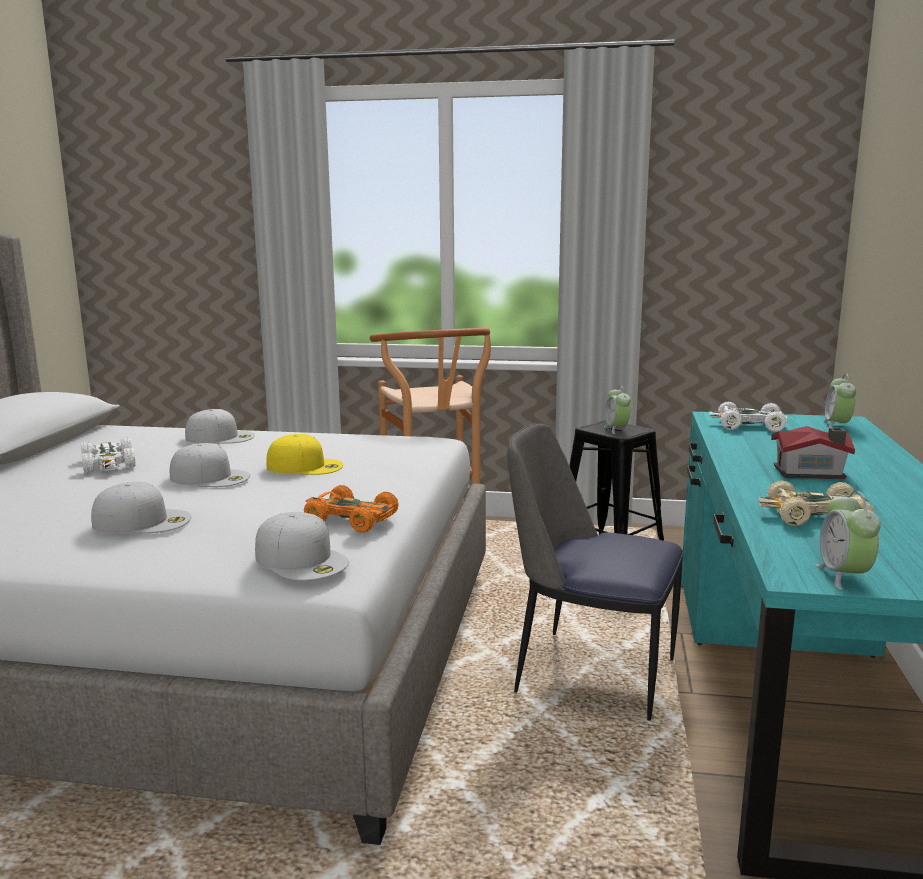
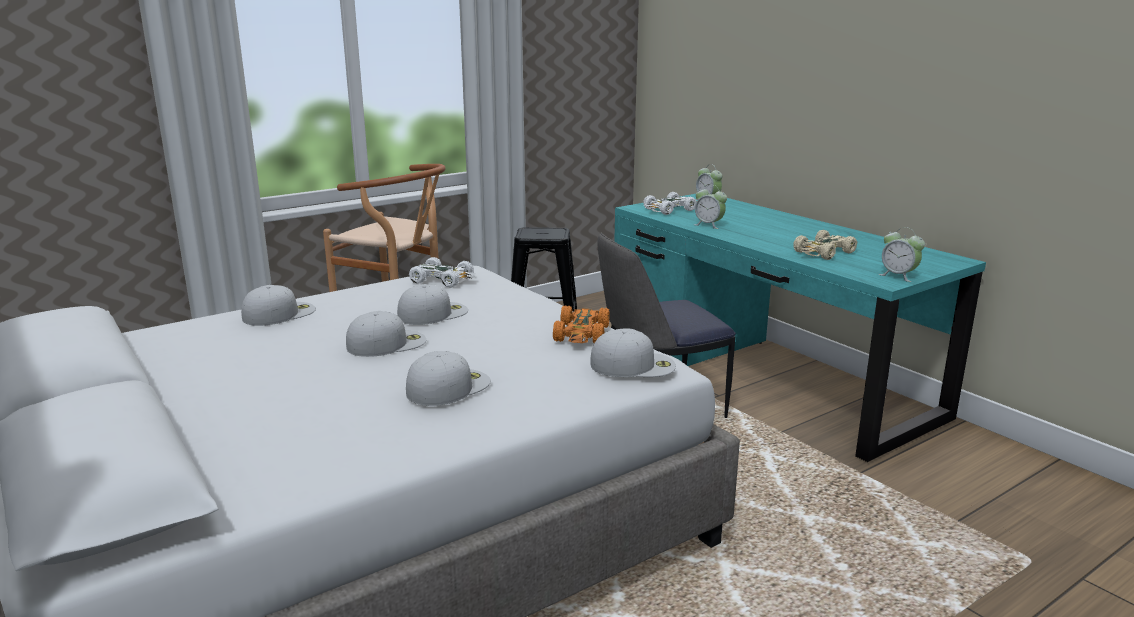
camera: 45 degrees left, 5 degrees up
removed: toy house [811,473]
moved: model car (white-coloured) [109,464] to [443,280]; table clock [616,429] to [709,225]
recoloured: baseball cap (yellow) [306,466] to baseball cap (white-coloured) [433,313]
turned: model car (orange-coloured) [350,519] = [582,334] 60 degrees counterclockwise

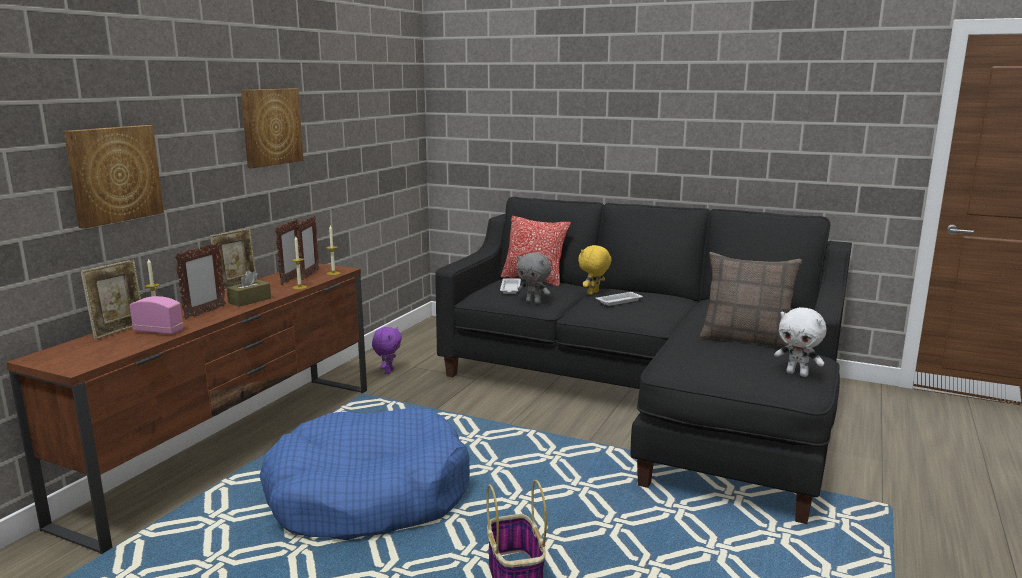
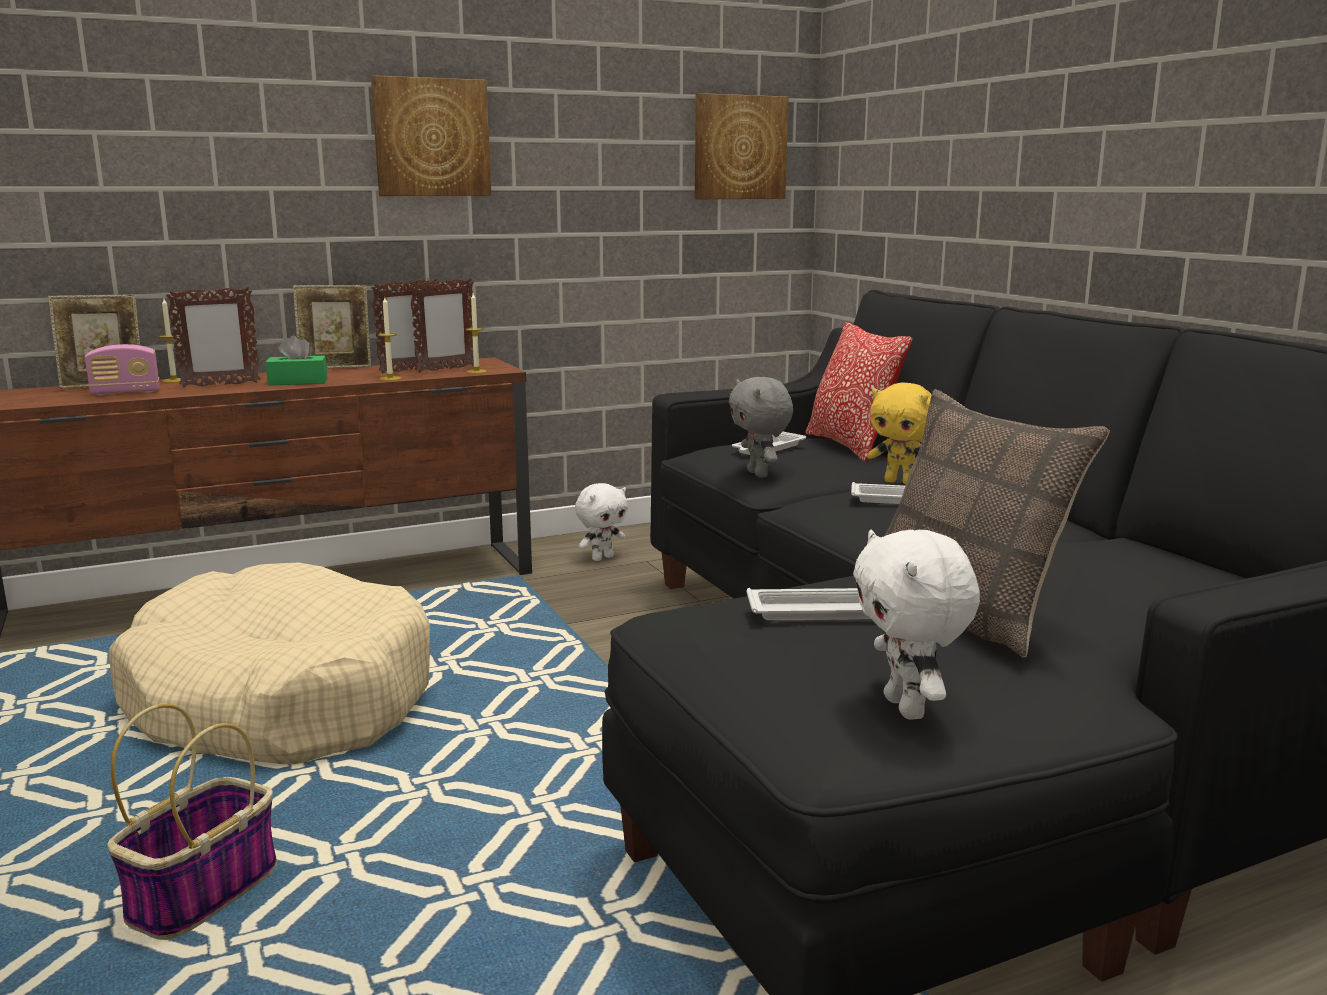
camera: 40 degrees right, 0 degrees up
added: carrying tray (white-coloured) [820,612]
moved: picture [114,174] to [739,147]
recoloured: pet bed (blue-coloured) [368,495] to pet bed (beige) [281,700]; tissue box (brown) [250,300] to tissue box (green-coloured) [298,382]; soft toy (purplish) [388,371] to soft toy (white-coloured) [602,558]
turned: radio set [158,331] = [125,393] 105 degrees clockwise; soft toy (yellow) [593,293] = [900,482] 135 degrees counterclockwise

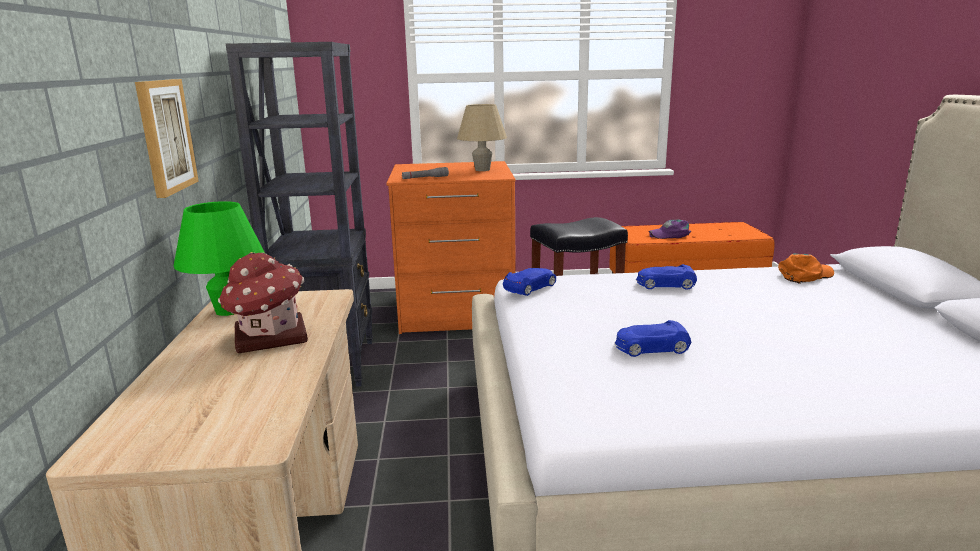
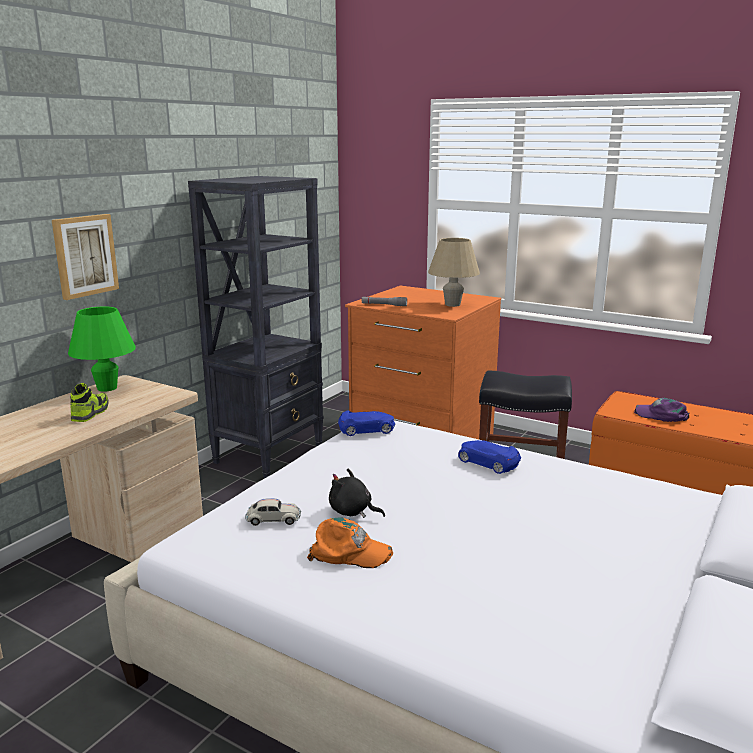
camera: 35 degrees right, 0 degrees up
added: model car (white-coloured) [273,519]
moved: baseball cap (orange-coloured) [805,275] to [349,552]
replaced: toy house [269,337] to shoe [90,413]; model car (blue-coloured) [651,348] to soft toy (blackish) [352,512]

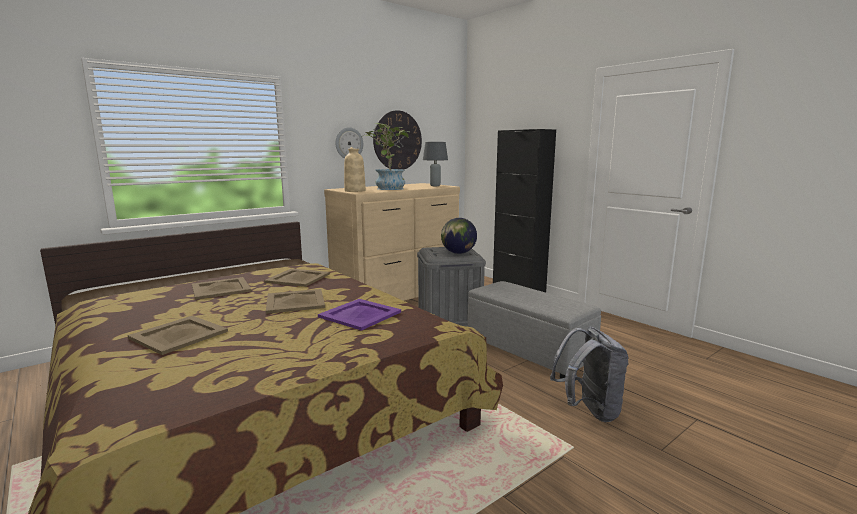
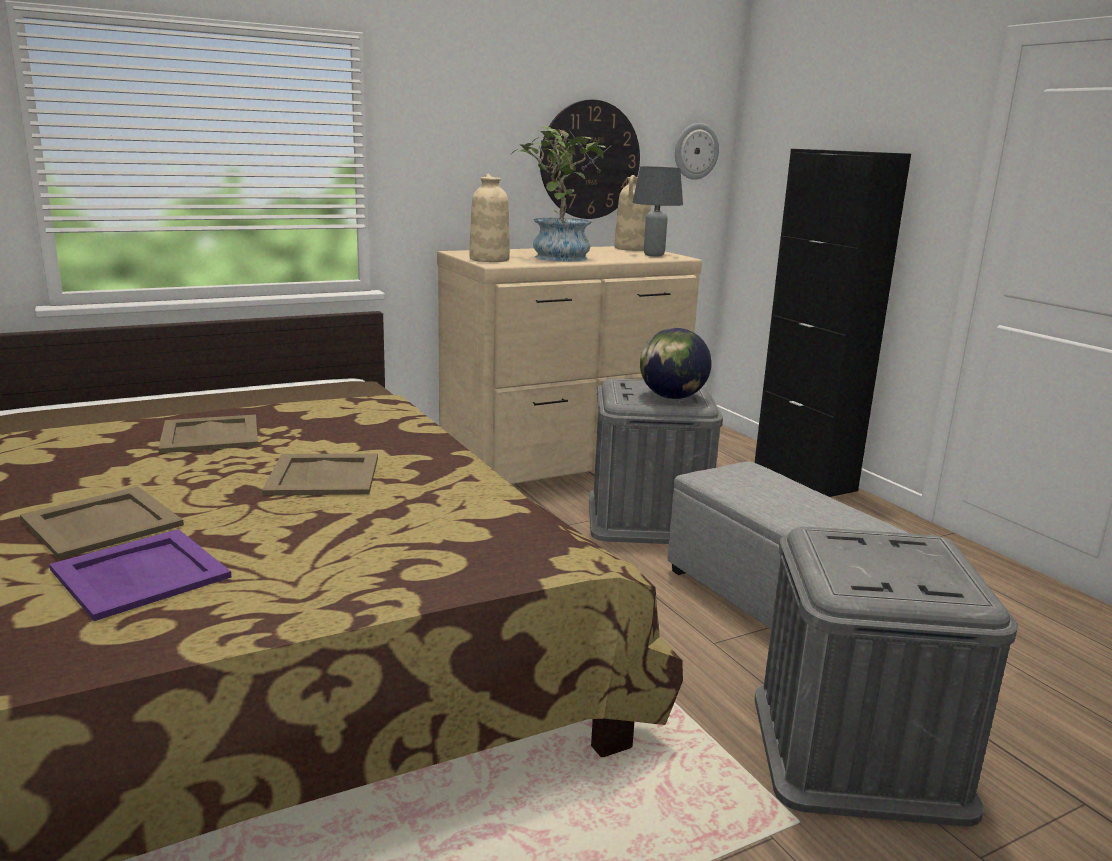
camera: 10 degrees right, 5 degrees up
removed: carrying tray (beige) [298,278]
added: vase (beige) [631,248]
moved: carrying tray (purplish) [361,314] to [142,573]; clock on the wall [349,143] to [695,151]
replaced: rucksack (grey) [588,410] to storage container (grey) [858,750]

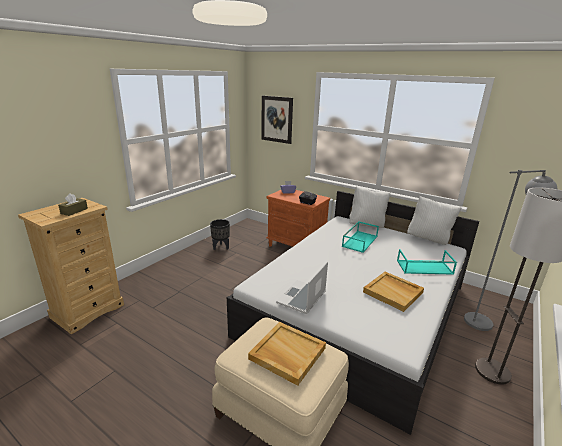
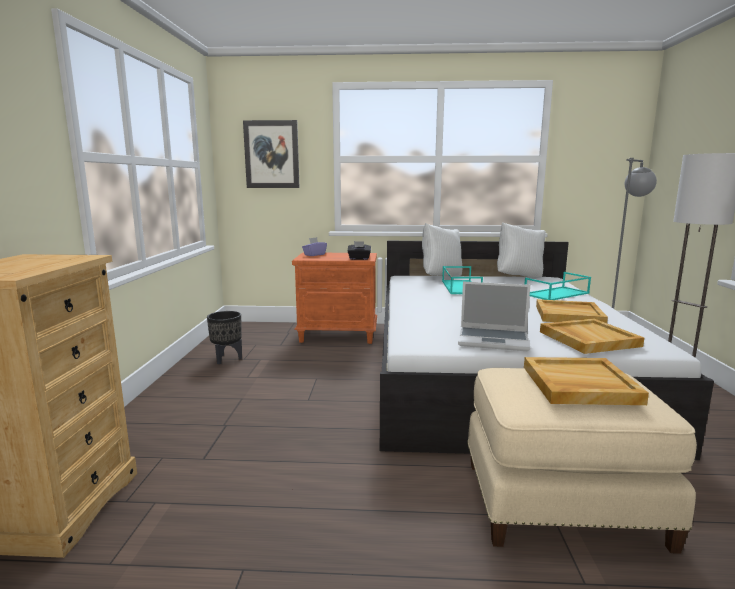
camera: 30 degrees left, 10 degrees down
removed: tissue box (brown) [74,211]
added: carrying tray (beige) [587,339]
turned: laptop [302,298] = [494,340] 75 degrees counterclockwise

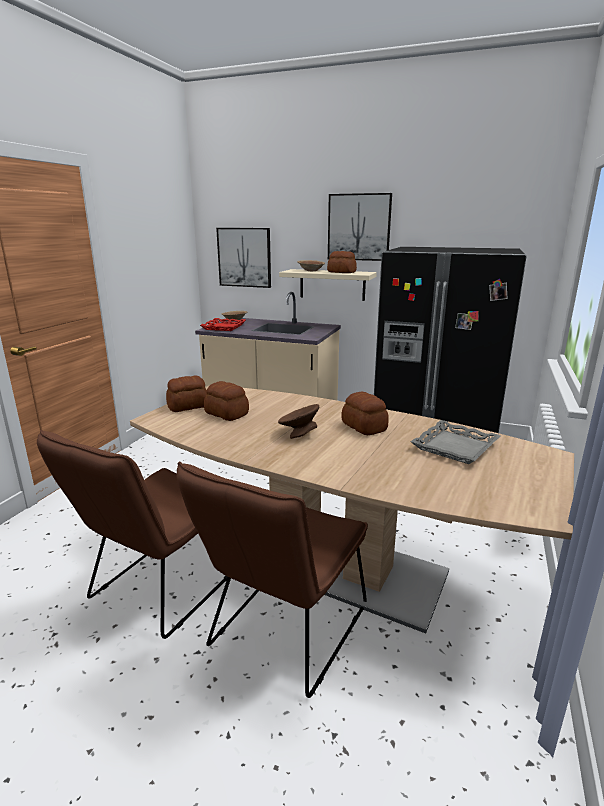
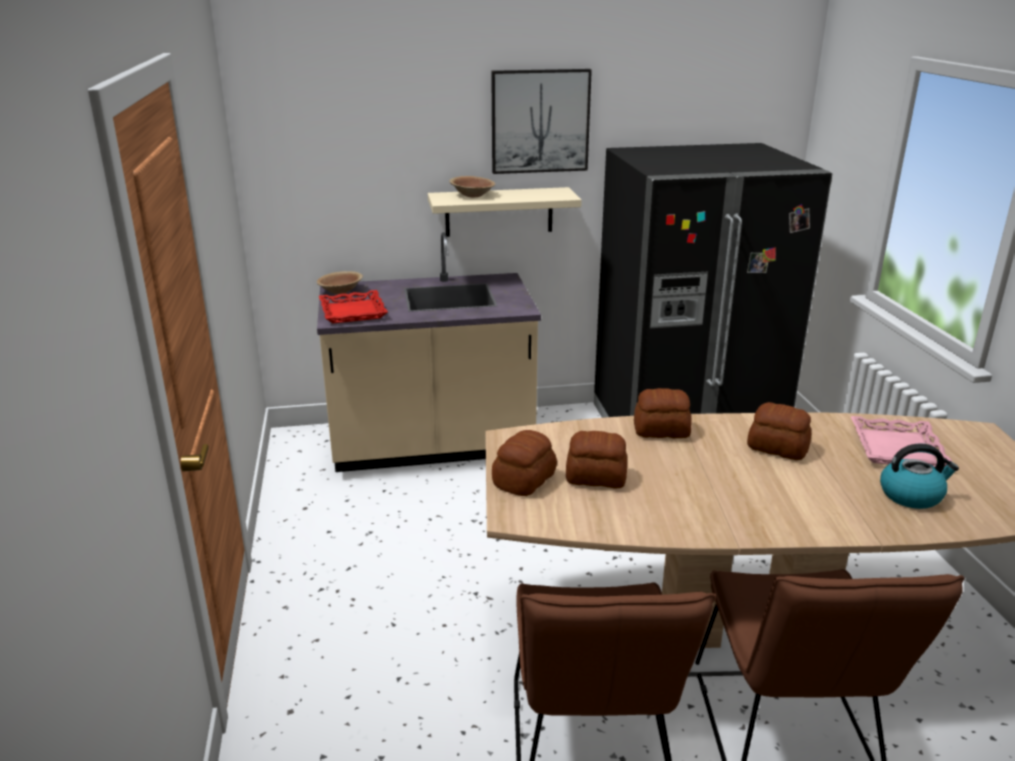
camera: 30 degrees left, 5 degrees up
removed: picture [244,257]; serving bowl (brown) [298,434]
added: tea kettle [911,495]
moved: bread [341,272] to [660,430]
recoloured: carrying tray (grey) [454,447] to carrying tray (pinkish) [896,448]

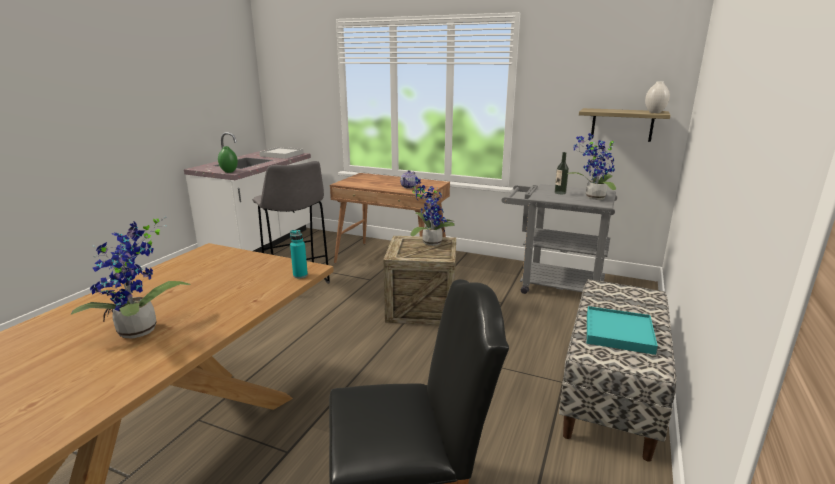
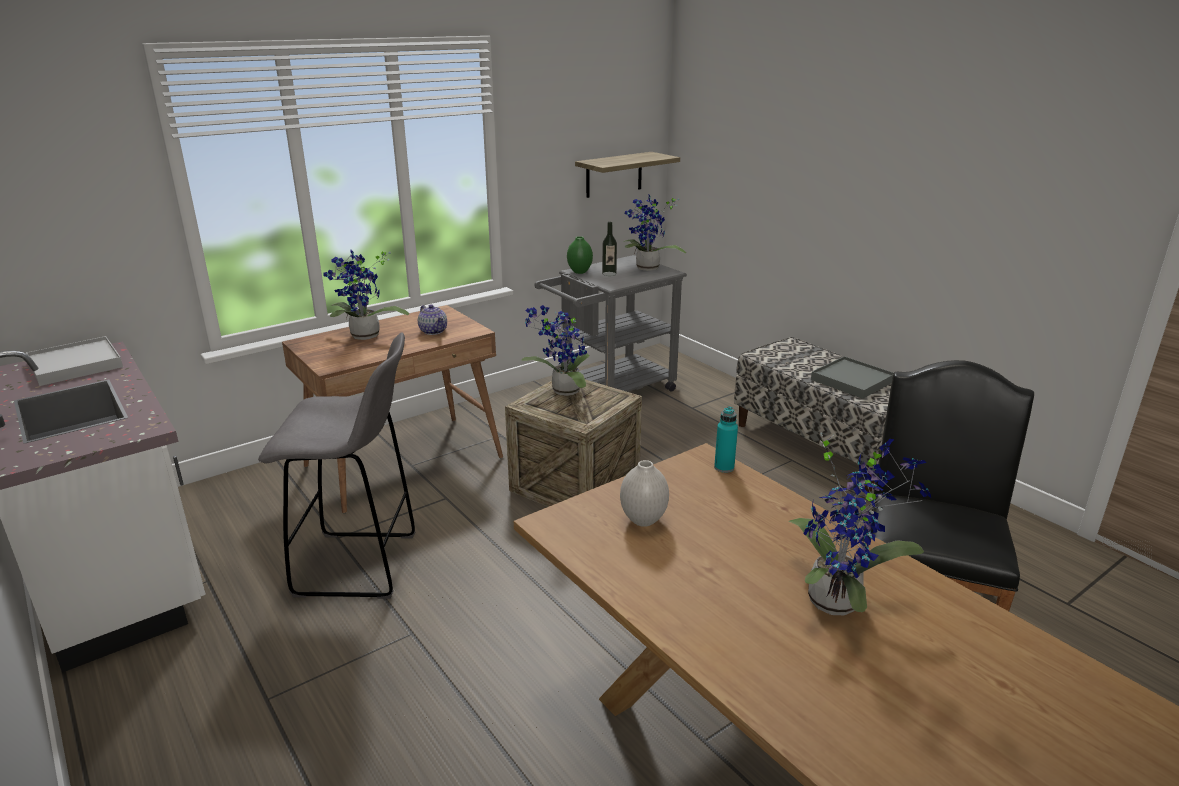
camera: 60 degrees left, 5 degrees up
added: potted plant [364,337]
moved: vase (green-coloured) [229,171] to [579,272]; vase (white-coloured) [654,112] to [643,520]
recoloured: carrying tray (turquoise) [618,333] to carrying tray (grey) [852,380]

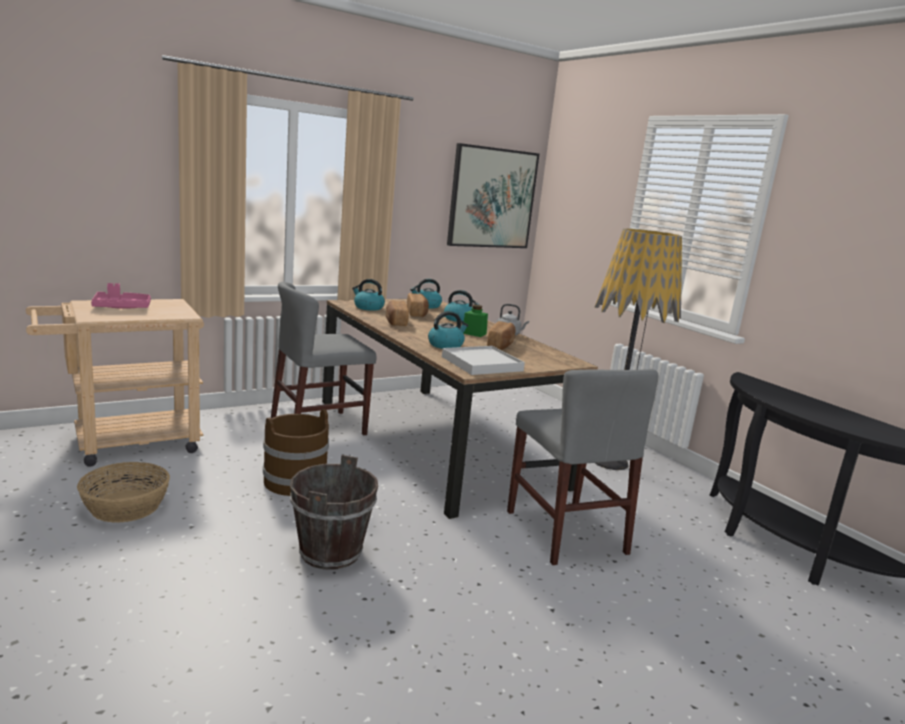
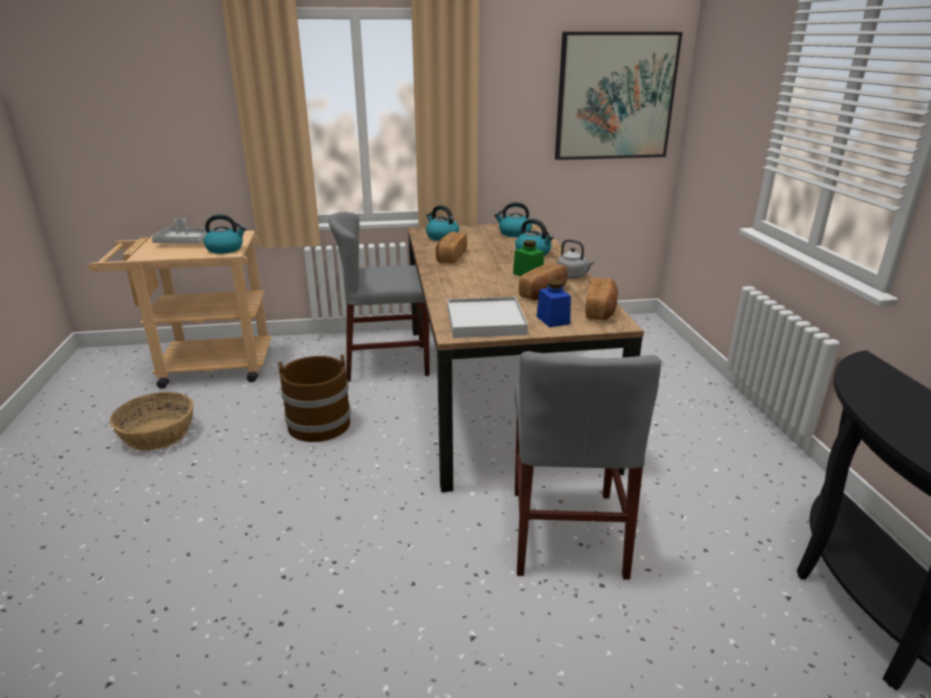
camera: 25 degrees right, 10 degrees up
removed: water bucket (brown) [331,552]; standard lamp [610,462]
added: preserve jar (blue-coloured) [553,320]
moved: tea kettle [446,345] to [225,249]; bread [417,313] to [601,310]
recoloured: carrying tray (pinkish) [122,307] to carrying tray (grey) [184,242]

